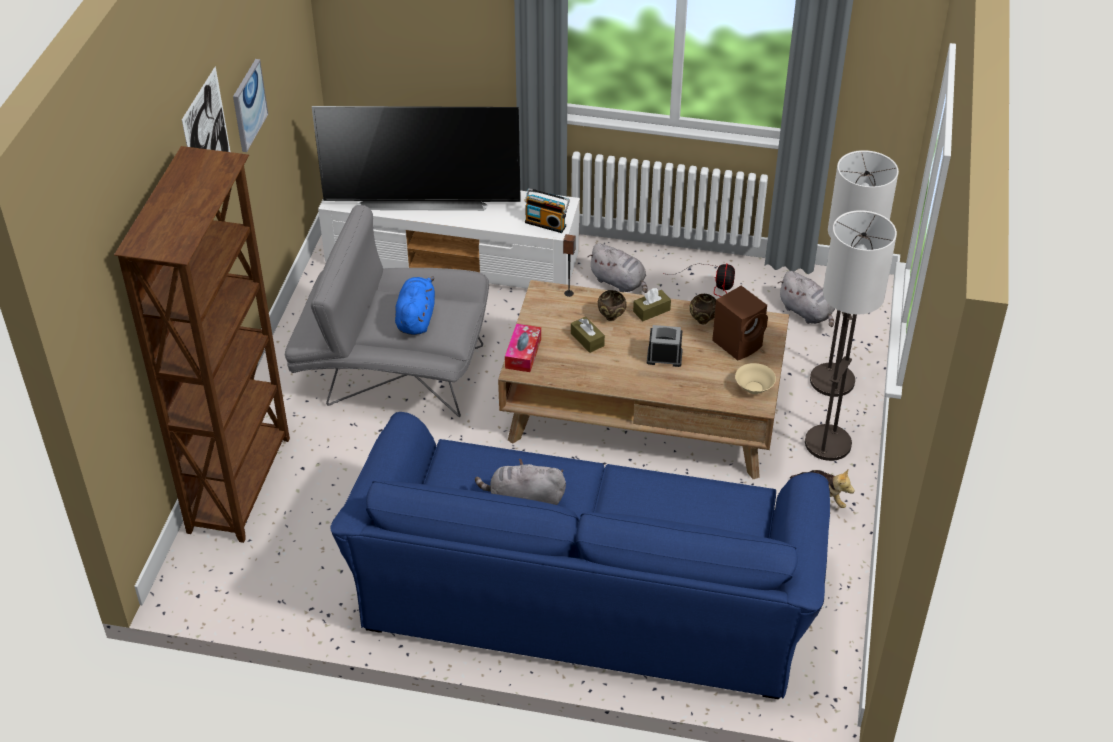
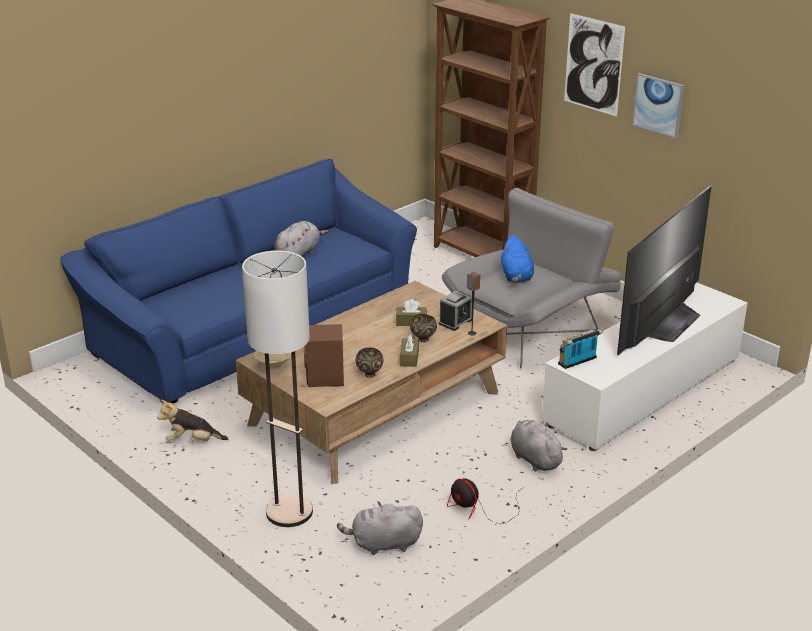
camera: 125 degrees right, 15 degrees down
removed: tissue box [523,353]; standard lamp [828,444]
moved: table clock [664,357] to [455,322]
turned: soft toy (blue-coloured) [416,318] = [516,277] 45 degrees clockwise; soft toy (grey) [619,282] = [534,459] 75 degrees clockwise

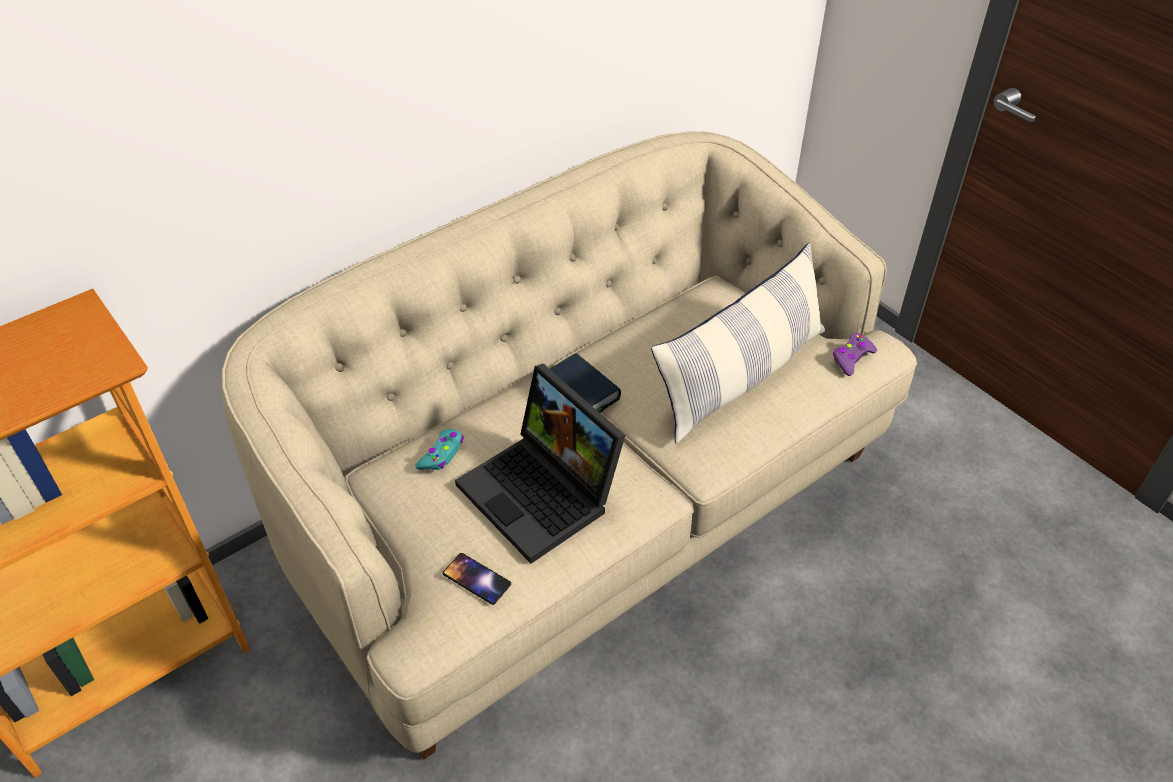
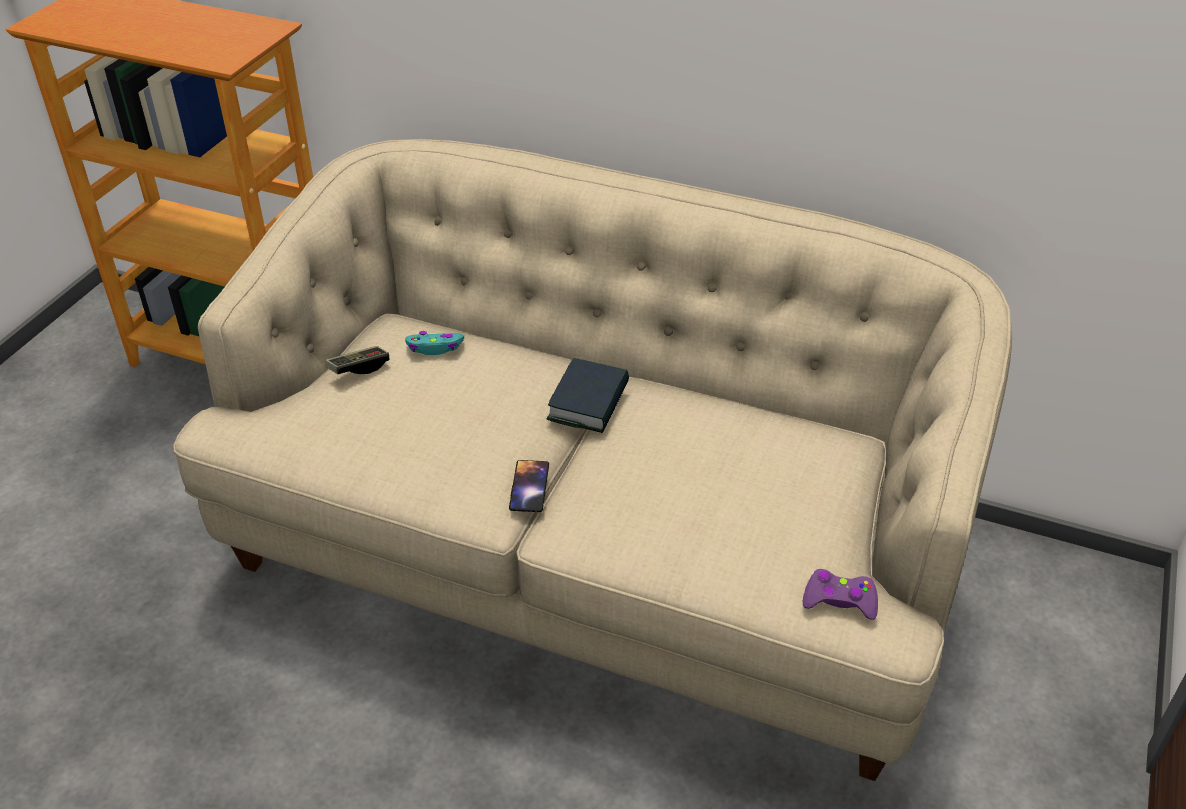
camera: 60 degrees right, 5 degrees down
removed: laptop [544,493]; cushion [741,376]
added: game controller [358,368]
moved: handset [476,579] to [529,486]

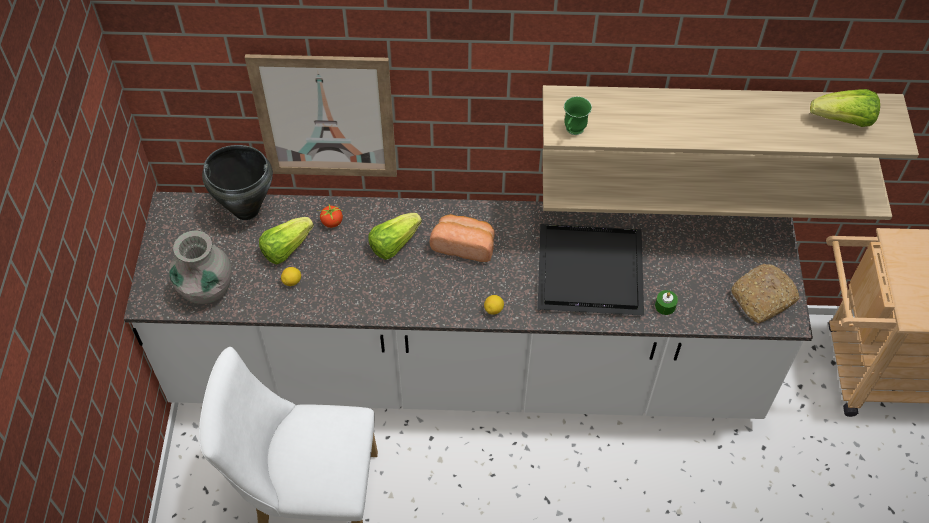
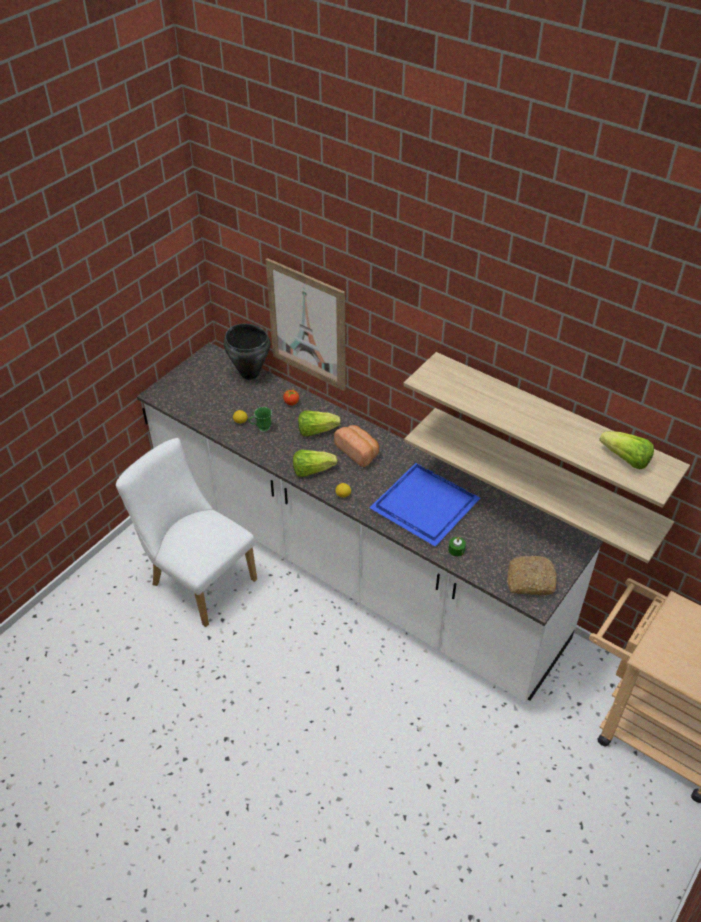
camera: 35 degrees right, 10 degrees down
removed: vase (grey) [206,288]
moved: mug (green-coloured) [572,132] to [261,428]; head of lettuce [286,248] to [312,470]
recoloured: carrying tray (blackish) [588,272] to carrying tray (blue-coloured) [422,505]

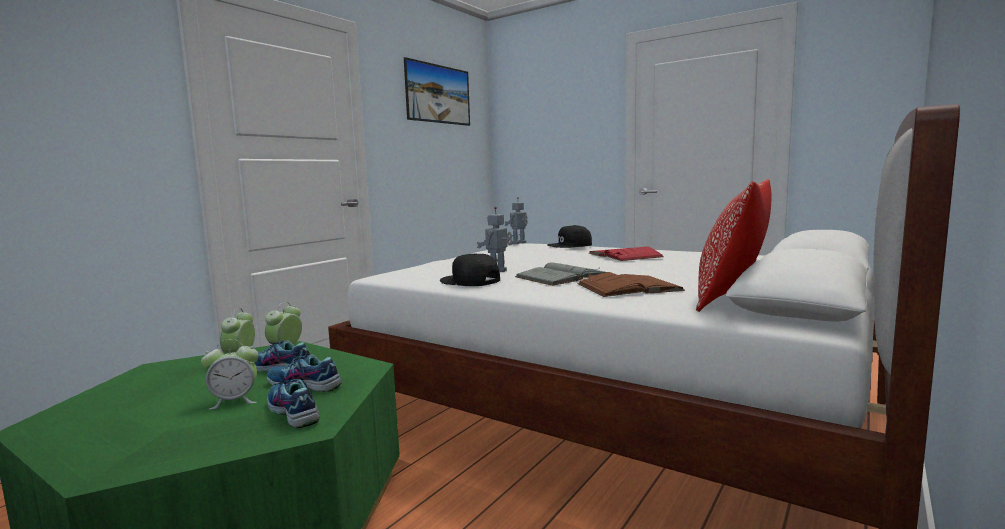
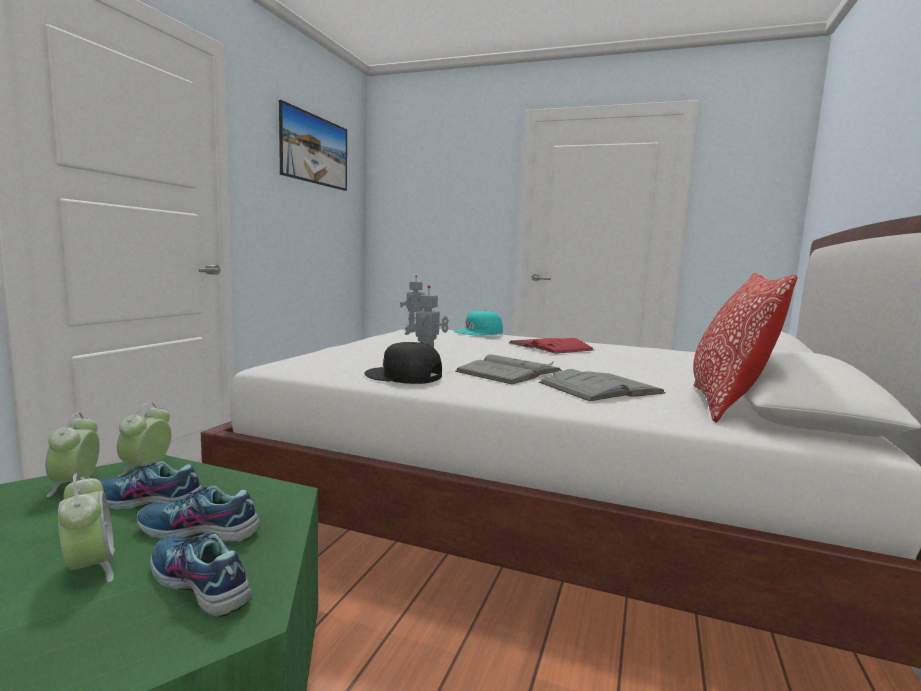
camera: 15 degrees left, 0 degrees up
recoloured: baseball cap (blackish) [570,245] to baseball cap (turquoise) [479,332]; volume (brown) [628,287] to volume (grey) [600,388]
turned: table clock [235,401] = [90,568] 90 degrees counterclockwise

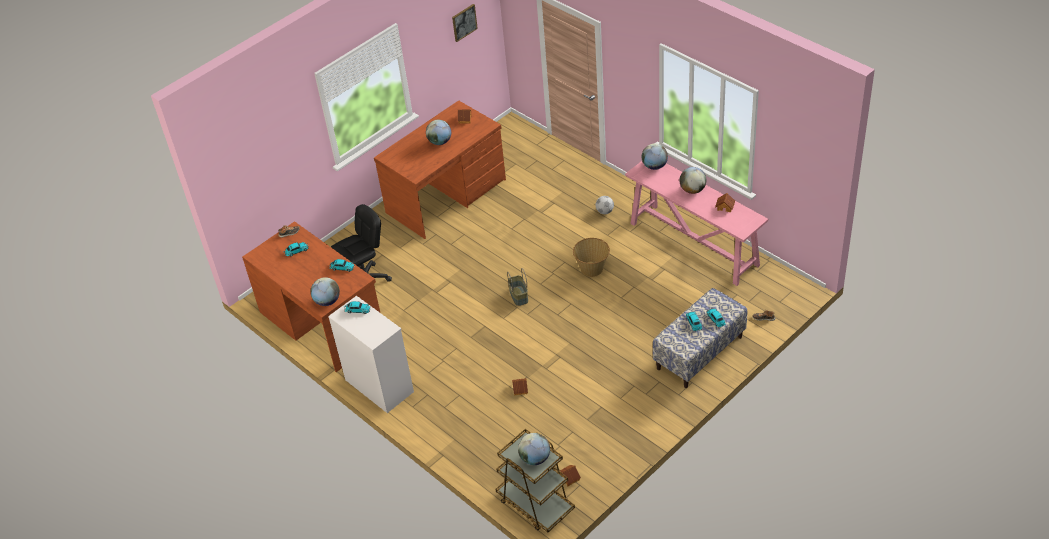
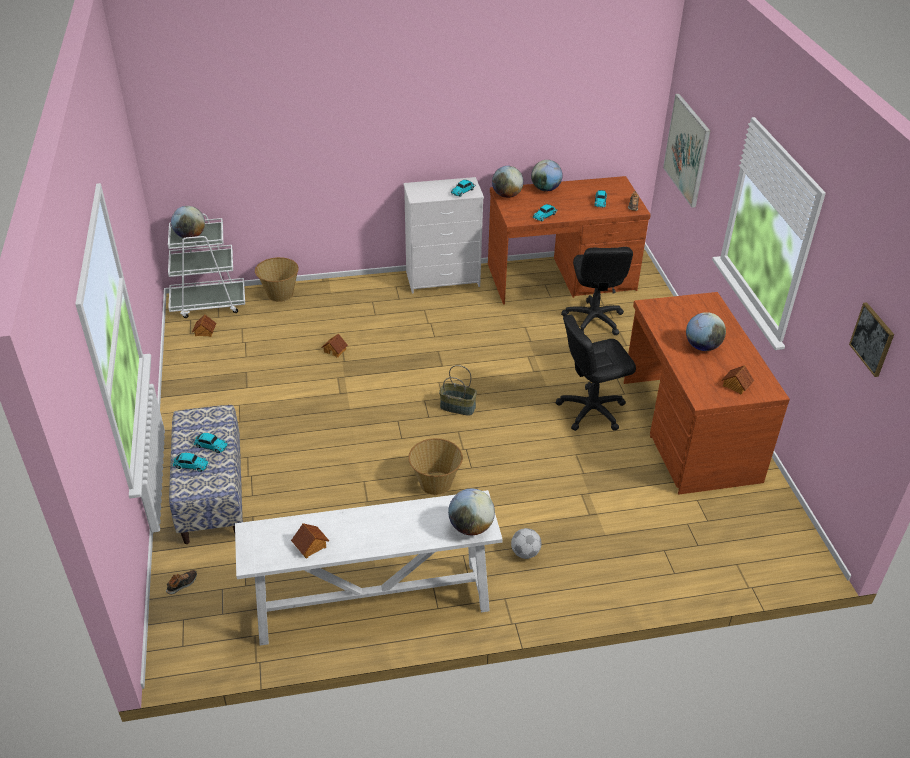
camera: 120 degrees right, 5 degrees down
added: storage basket [279,294]; desk chair (blackish) [591,410]; picture [687,150]
moved: globe [692,190] to [545,189]
recoloured: trolley (brown) [535,504] to trolley (white-coloured) [209,303]; hall table (pinkish) [694,244] to hall table (white-coloured) [371,603]

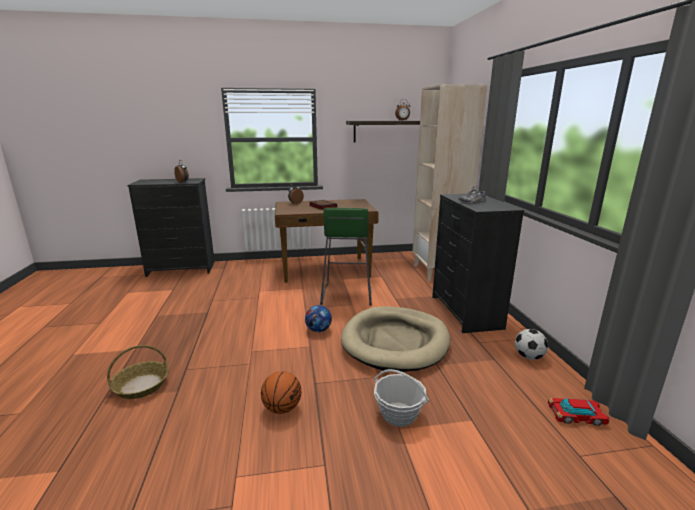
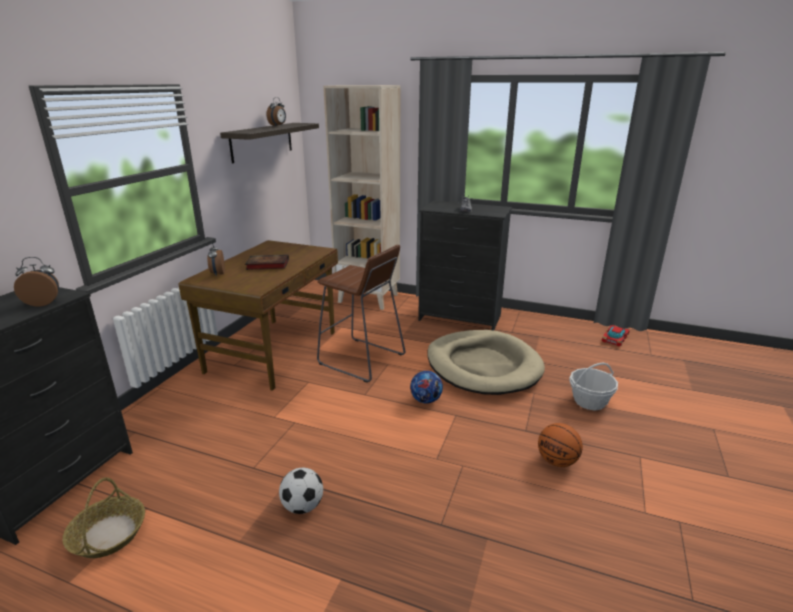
camera: 60 degrees left, 5 degrees up
moved: storage basket [141,385] to [108,534]; football ball [529,357] to [303,506]
recoloured: stool seat (green-coloured) [346,295] to stool seat (brown) [361,360]

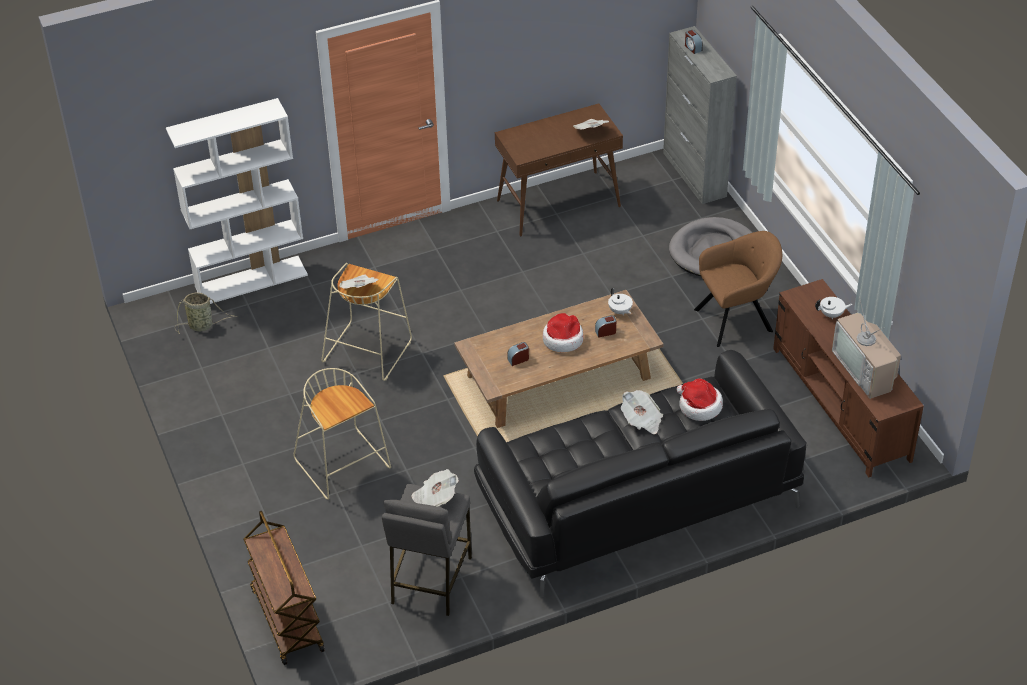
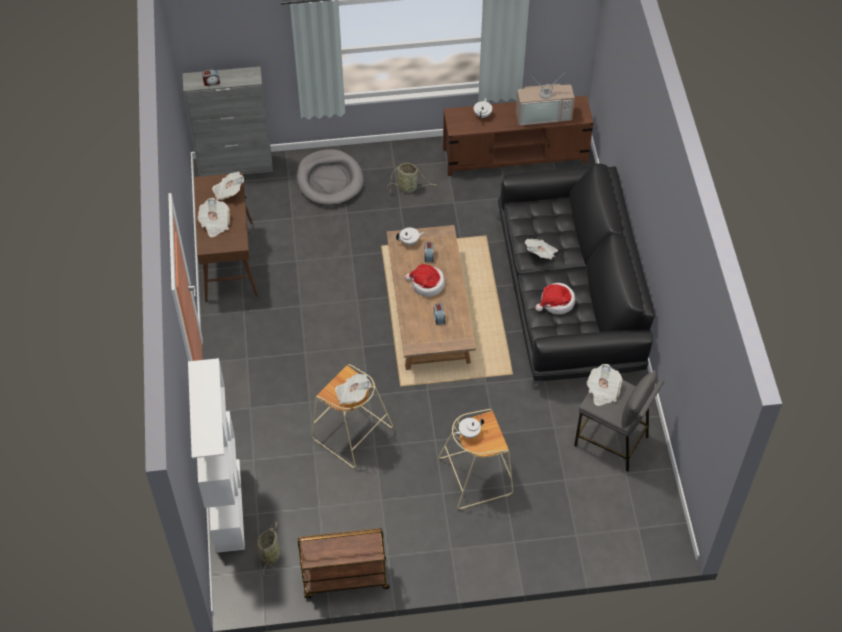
camera: 75 degrees left, 10 degrees up
added: printed paper [215,223]; teapot (white-coloured) [469,433]
moved: trolley (brown) [286,619] to [344,579]; clothing hat [699,406] to [556,302]
replaced: lounge chair (brown) [736,319] to storage basket [409,187]

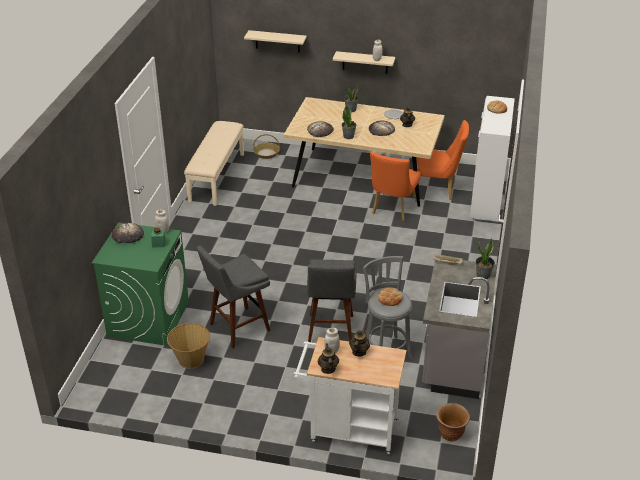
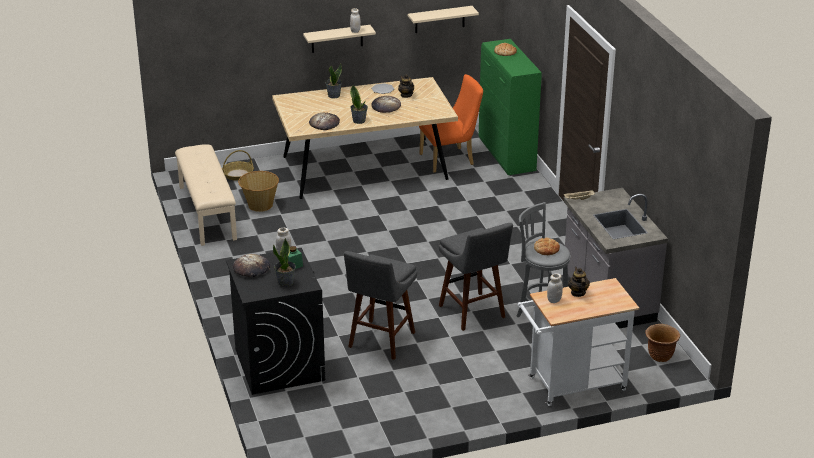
camera: 30 degrees left, 5 degrees down
removed: teapot [328,369]; chair (orange-coloured) [392,209]
moved: storage basket [190,359] to [260,205]; potted plant [483,275] to [285,282]; wall shelf (beige) [277,41] to [439,19]
recoloured: laundry machine (green-coloured) [148,318] to laundry machine (blackish) [279,364]; storage cabinet (white-coloured) [486,201] to storage cabinet (green-coloured) [507,156]

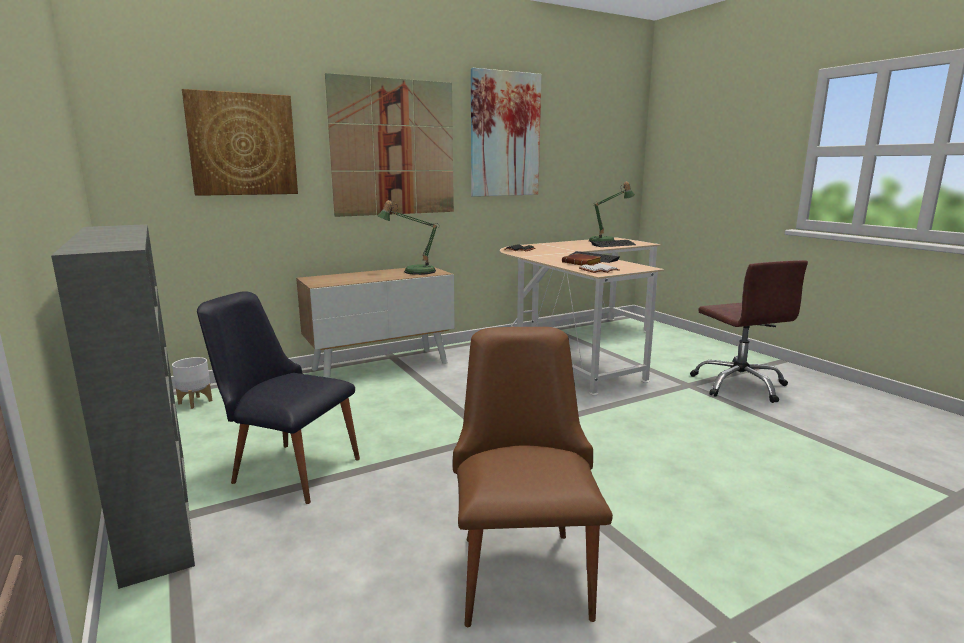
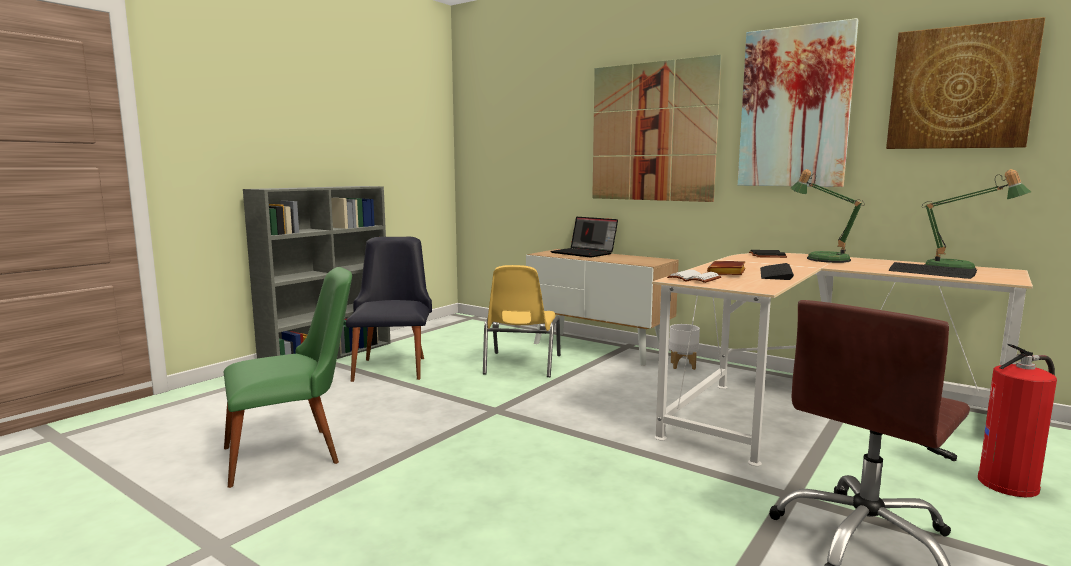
camera: 65 degrees right, 5 degrees down
added: chair (yellow) [521,365]; laptop [584,253]; extinguisher [1009,484]
moved: plant pot (white-coloured) [195,402] to [682,365]; lamp for a table [414,271] to [822,259]; picture [242,144] to [960,88]
recoloured: chair (brown) [523,564] to chair (green-coloured) [294,454]

